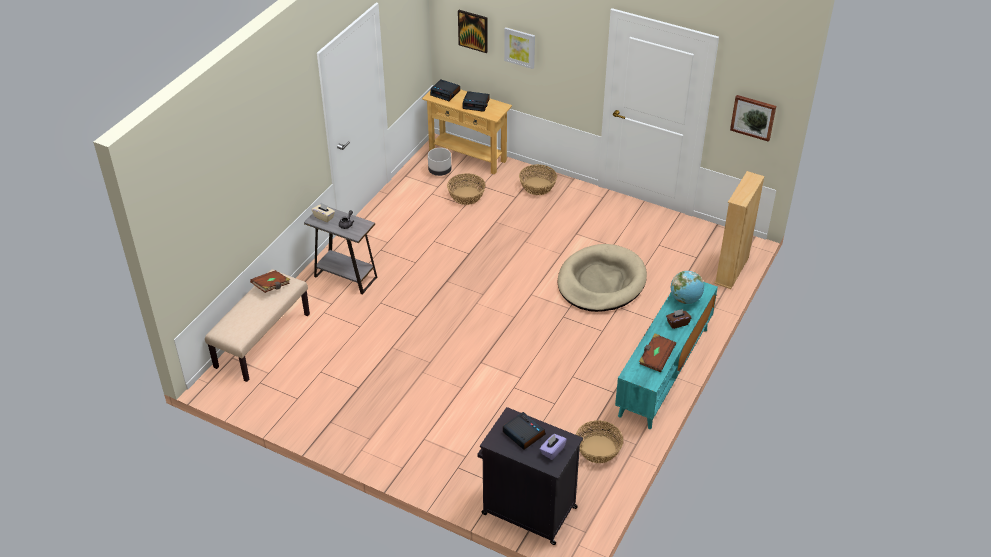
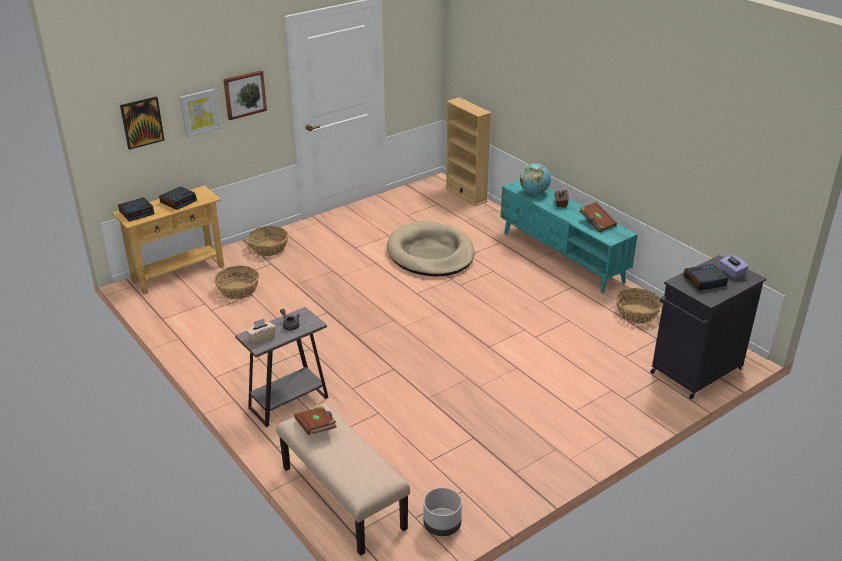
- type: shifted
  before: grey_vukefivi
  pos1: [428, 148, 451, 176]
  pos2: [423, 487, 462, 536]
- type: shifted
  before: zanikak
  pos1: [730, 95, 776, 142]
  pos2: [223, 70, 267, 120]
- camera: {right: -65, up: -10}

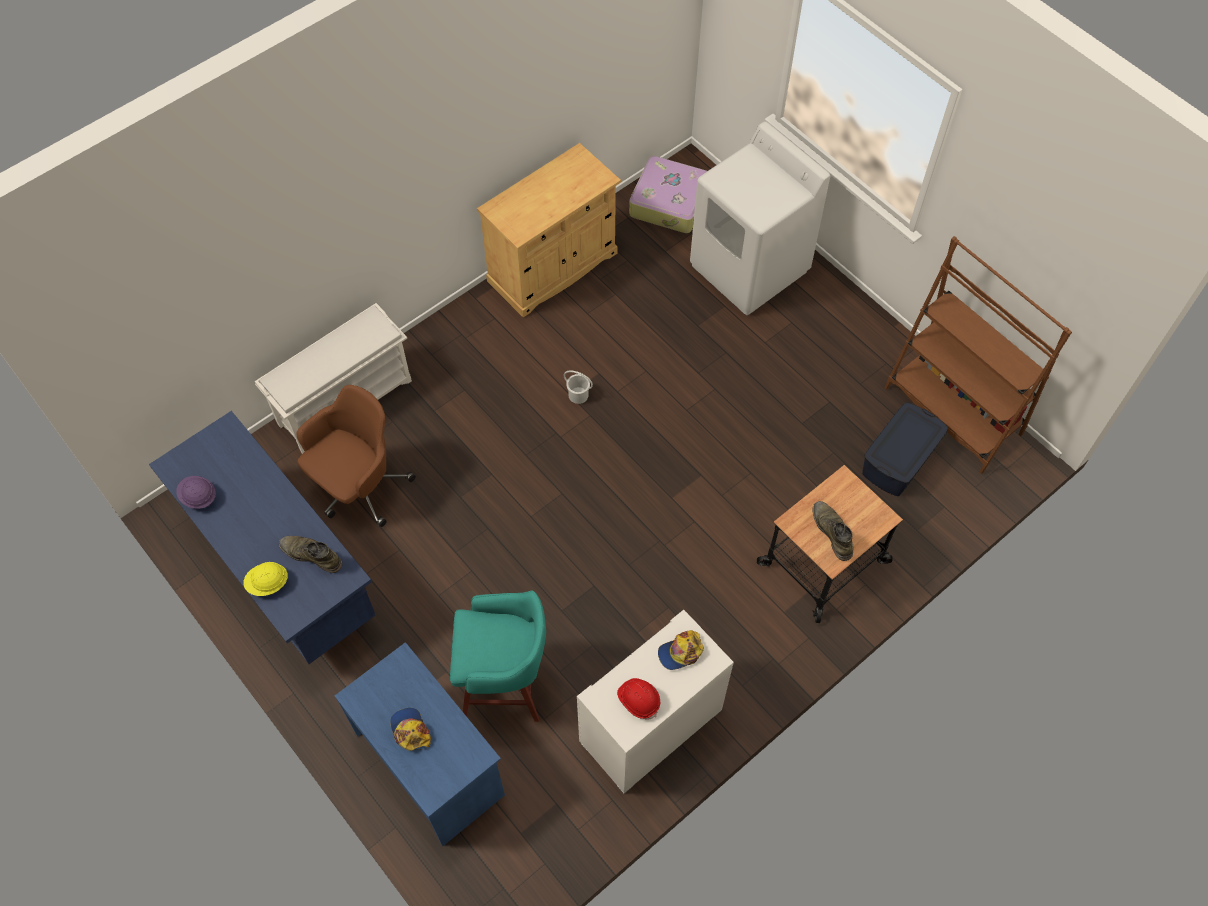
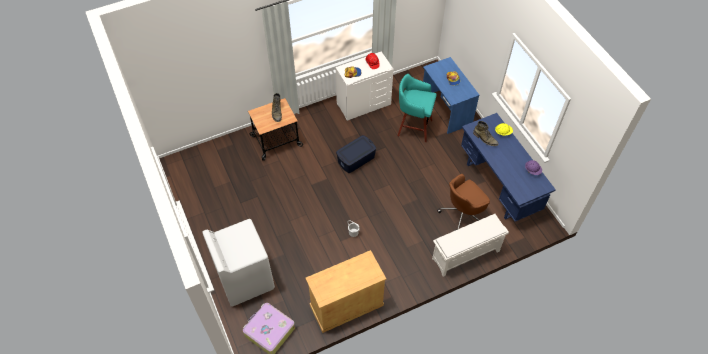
- type: gone
  before: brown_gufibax
  pos1: [884, 236, 1072, 474]
- type: shifted
  before: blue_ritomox
  pos1: [862, 402, 948, 496]
  pos2: [336, 135, 376, 173]
- camera: {right: -165, up: -5}

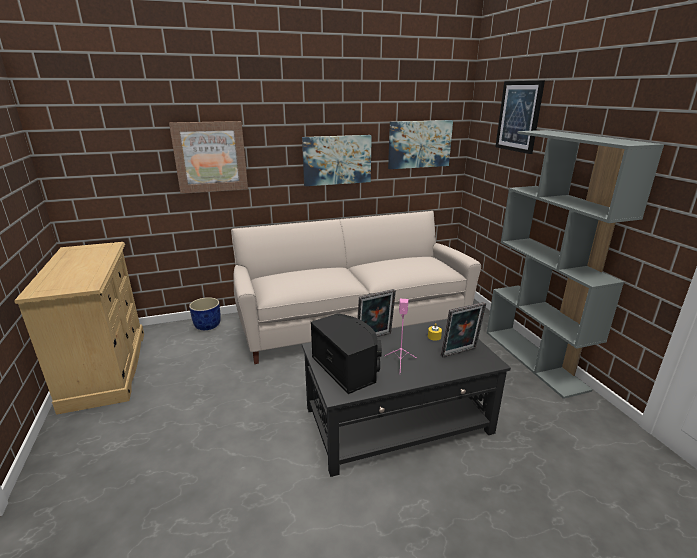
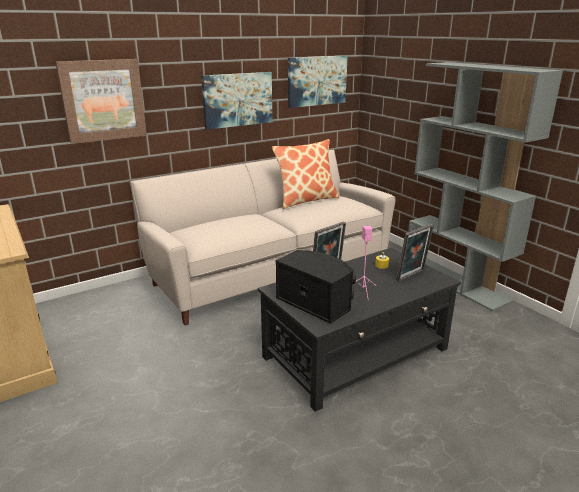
- type: gone
  before: blue_vukefivi
  pos1: [189, 297, 221, 330]
- type: gone
  before: zanikak
  pos1: [495, 80, 545, 154]
- type: new
  after: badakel
  pos2: [272, 139, 339, 209]
- camera: {right: -15, up: 0}

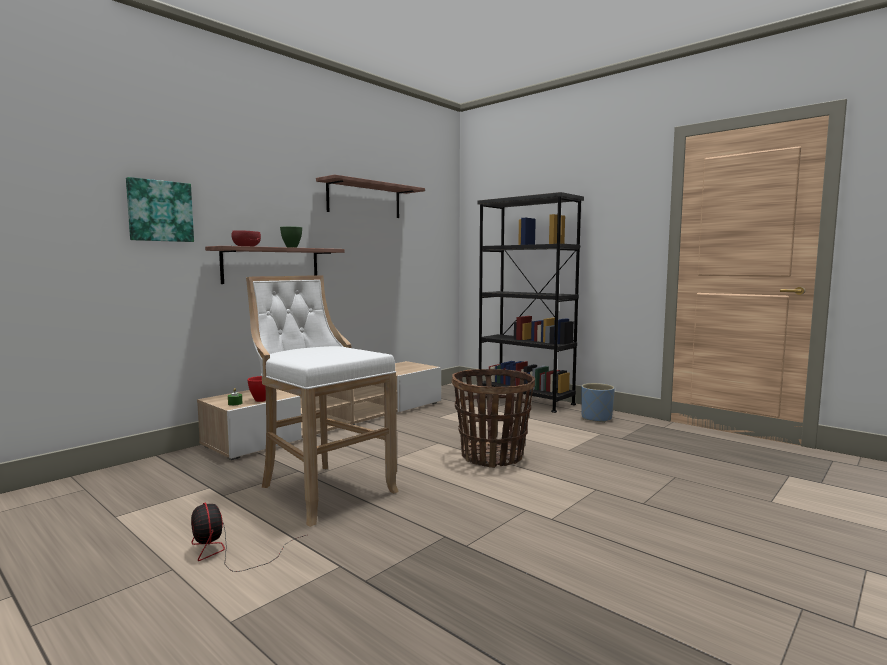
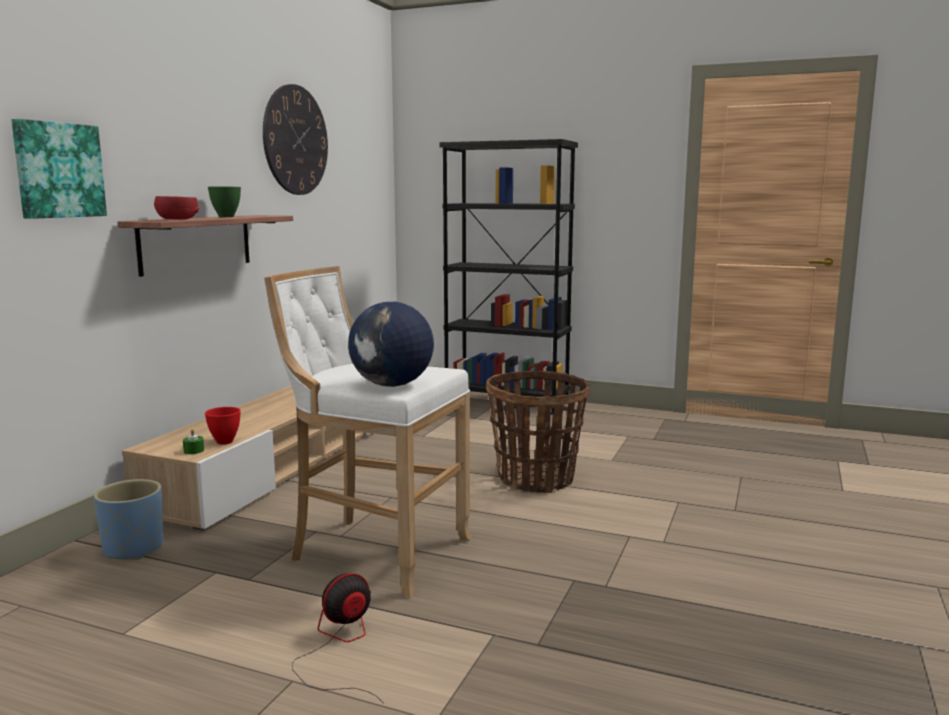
- type: new
  after: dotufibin
  pos2: [348, 302, 434, 387]
- type: shifted
  before: blue_vukefivi
  pos1: [581, 383, 615, 423]
  pos2: [94, 479, 163, 560]
- type: swapped
  before: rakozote
  after: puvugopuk
  pos1: [316, 175, 425, 218]
  pos2: [263, 84, 328, 195]
- type: rotated
  before: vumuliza
  pos1: [191, 503, 306, 572]
  pos2: [292, 573, 384, 704]
  turn: 105
- camera: {right: -20, up: 5}

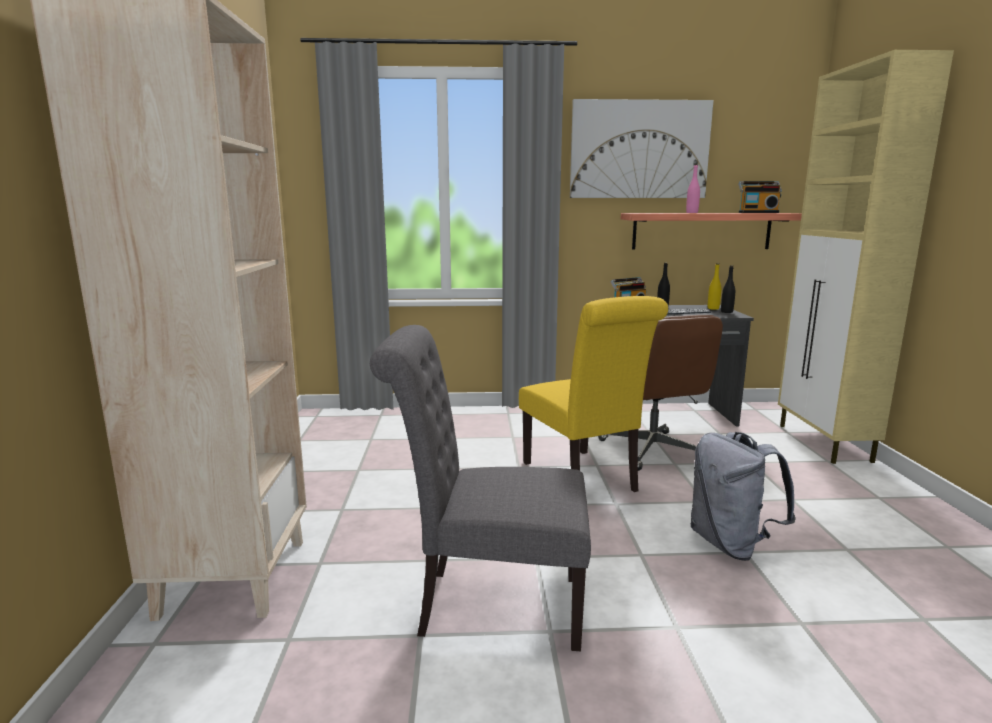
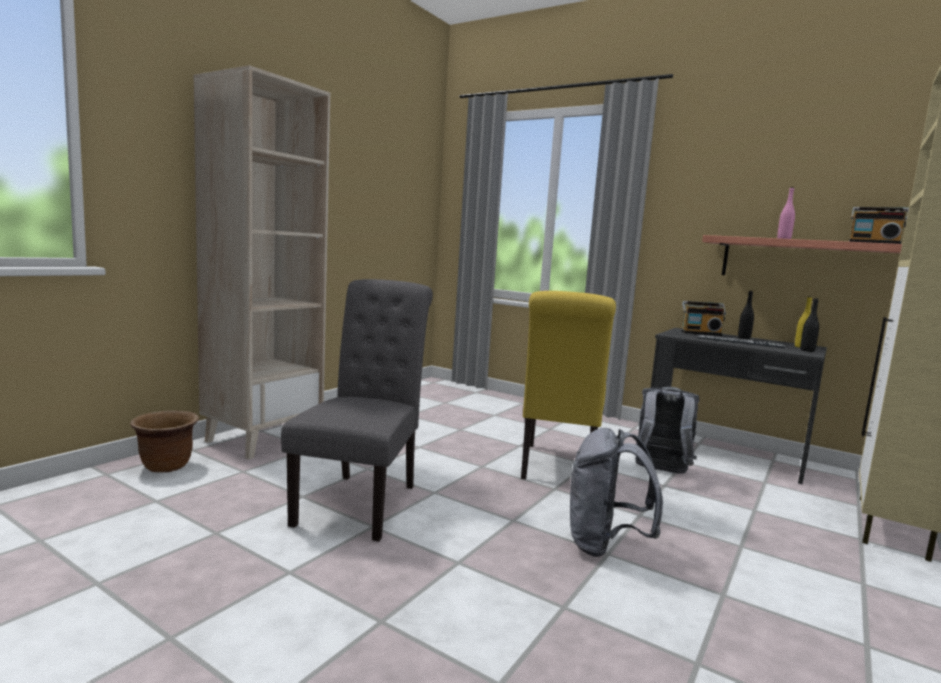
- type: gone
  before: zanikak
  pos1: [570, 99, 714, 198]
- type: new
  after: brown_vukefivi
  pos2: [130, 411, 199, 472]
- type: swapped
  before: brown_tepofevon
  after: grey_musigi
  pos1: [599, 315, 723, 471]
  pos2: [635, 387, 699, 473]
- type: rotated
  before: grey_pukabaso
  pos1: [370, 325, 591, 651]
  pos2: [281, 279, 433, 541]
  turn: 60
- camera: {right: 35, up: -5}

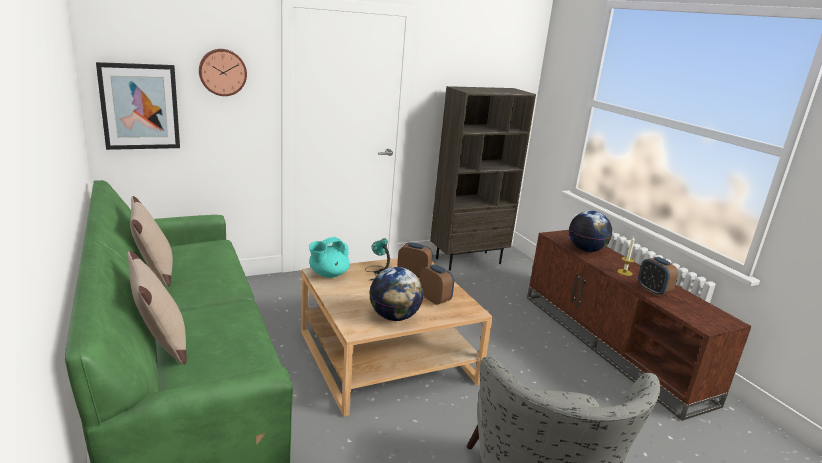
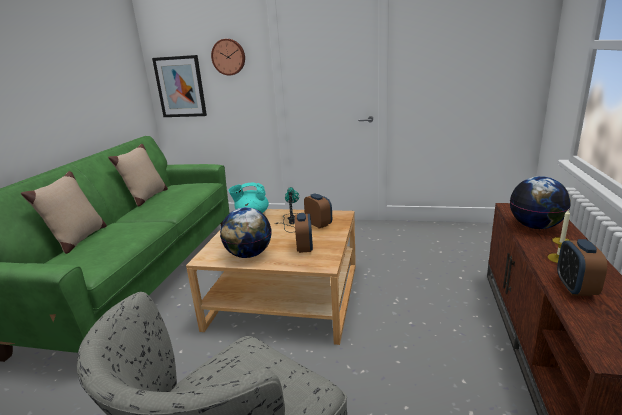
- type: gone
  before: brown_gufibax
  pos1: [430, 86, 536, 271]
- camera: {right: 40, up: 0}

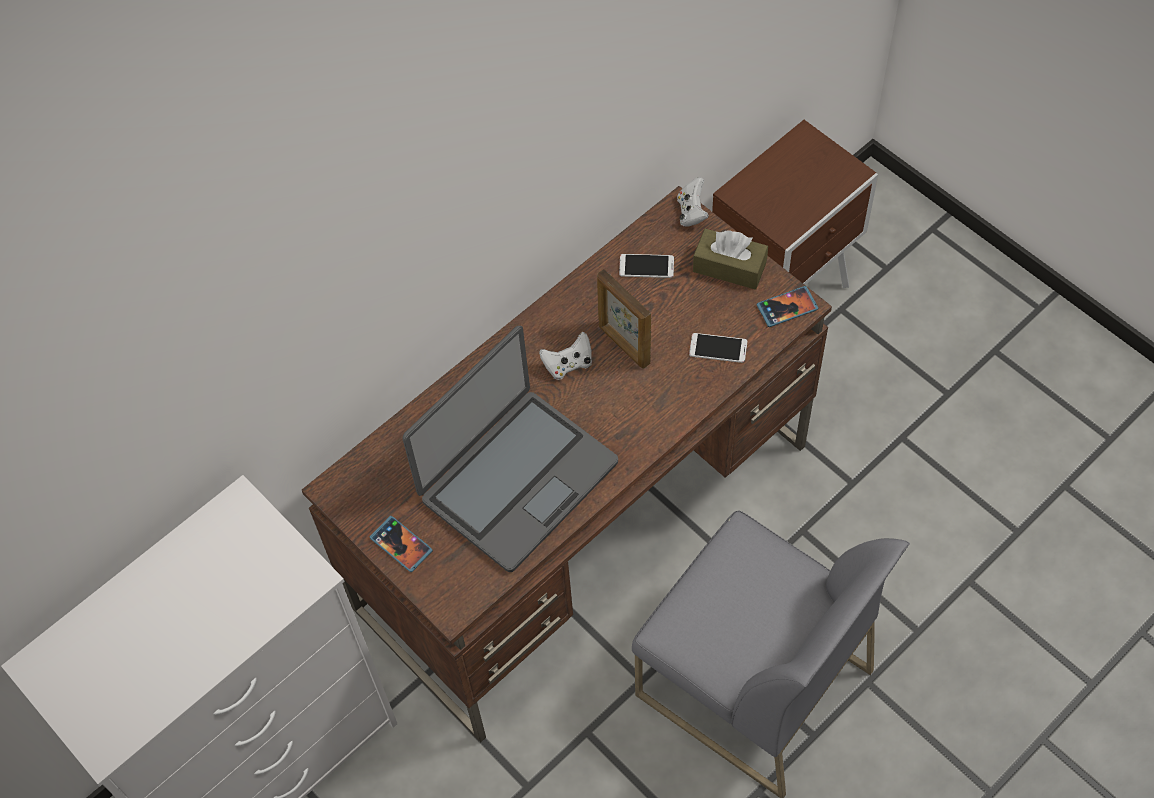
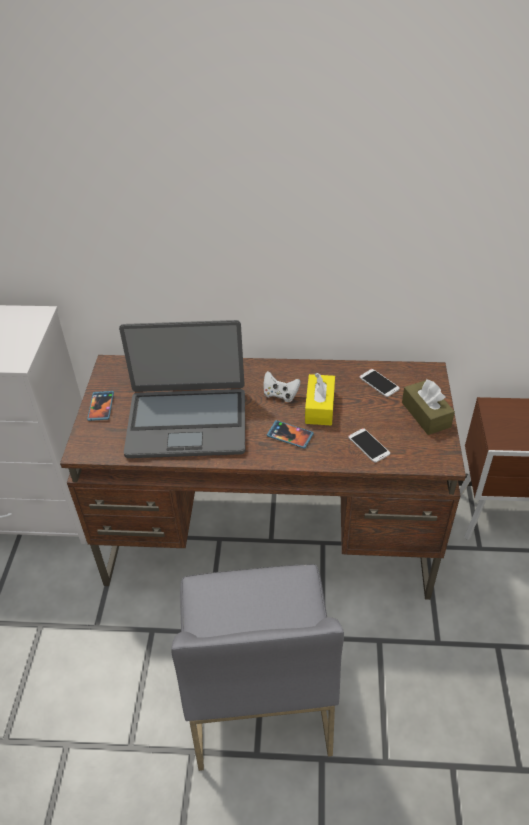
- type: gone
  before: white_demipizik
  pos1: [677, 177, 709, 227]
- type: shifted
  before: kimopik
  pos1: [757, 286, 818, 327]
  pos2: [267, 420, 314, 449]
- type: swapped
  before: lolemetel
  after: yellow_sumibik
  pos1: [597, 269, 651, 369]
  pos2: [305, 373, 335, 425]
- camera: {right: 45, up: -15}

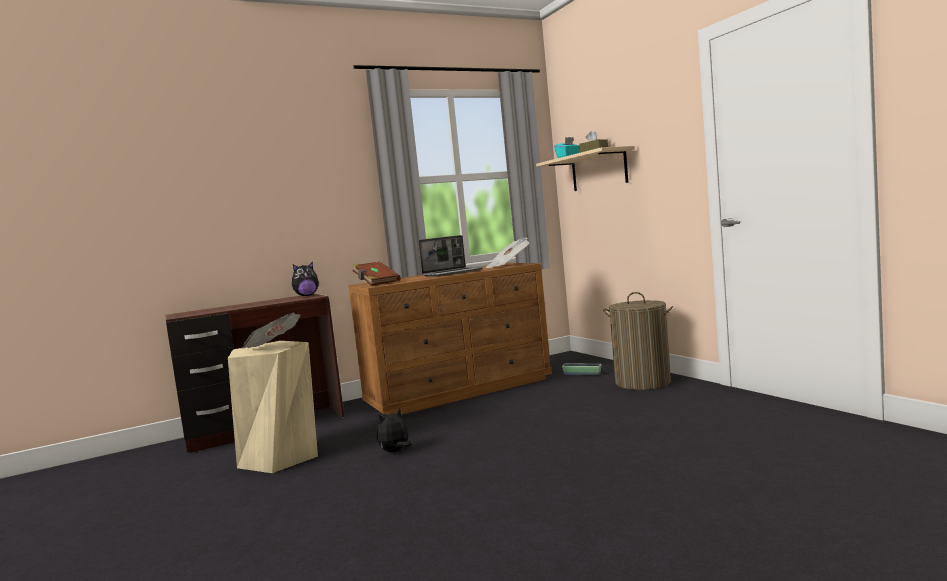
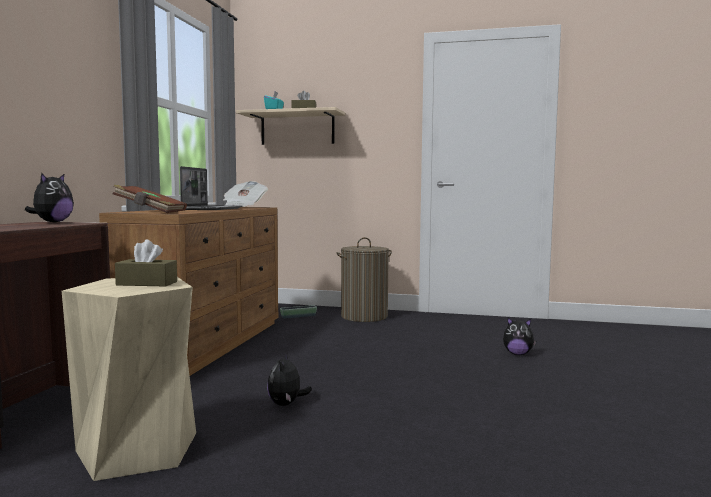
- type: new
  after: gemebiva
  pos2: [503, 318, 537, 355]
- type: swapped
  before: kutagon
  after: brown_sumibik
  pos1: [242, 313, 301, 348]
  pos2: [115, 239, 177, 286]
- camera: {right: -50, up: 0}

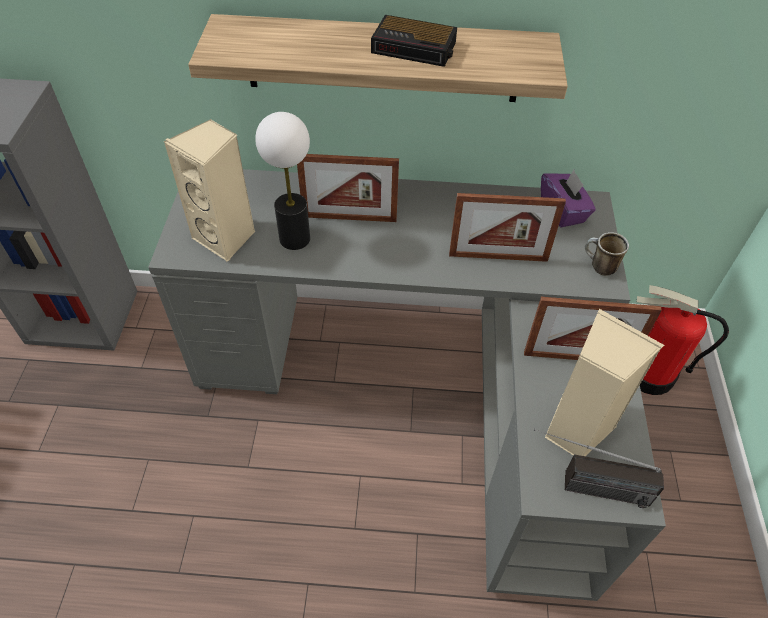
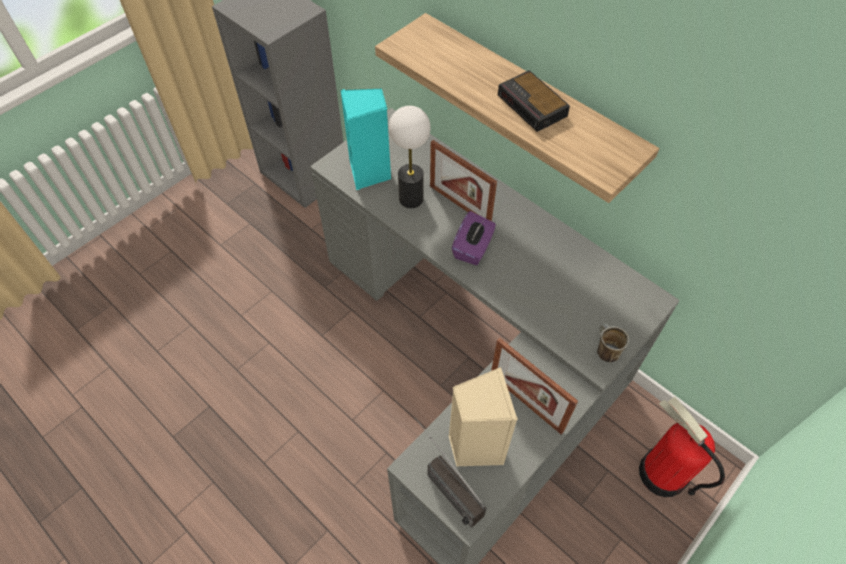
- type: gone
  before: lolemetel
  pos1: [449, 193, 566, 262]
- type: shifted
  before: purple_sumibik
  pos1: [541, 170, 596, 228]
  pos2: [452, 211, 496, 265]
- type: repainted
  before: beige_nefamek
  after: turquoise_nefamek
  pos1: [164, 119, 255, 262]
  pos2: [341, 89, 391, 190]
- camera: {right: 40, up: 5}

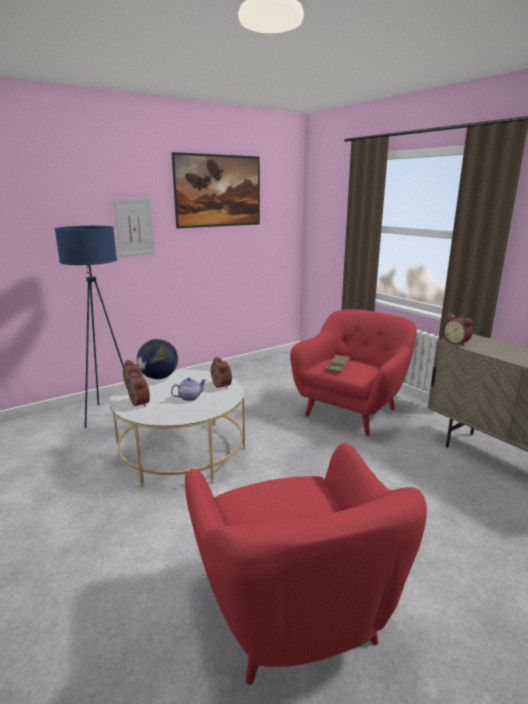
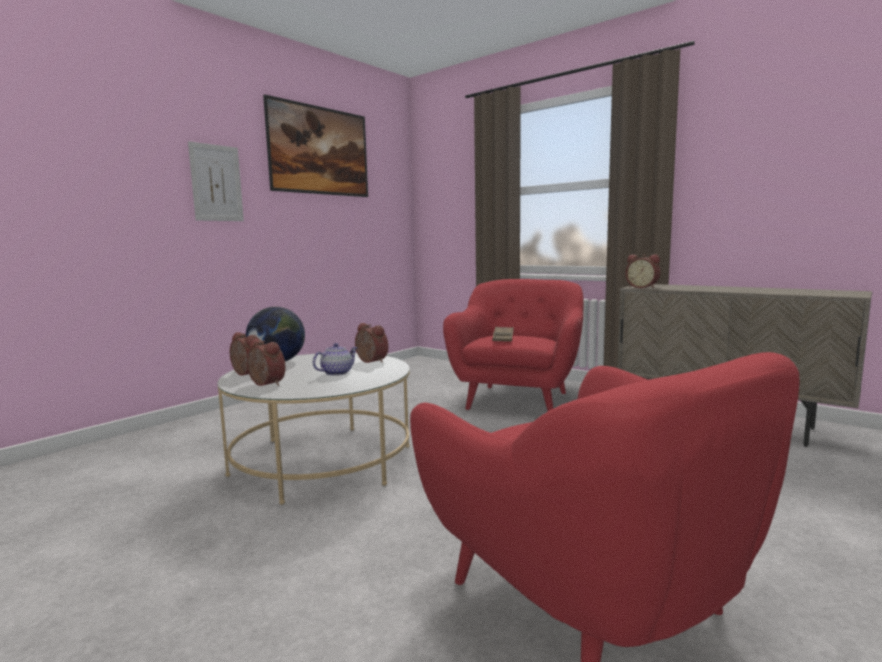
- type: gone
  before: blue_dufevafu
  pos1: [55, 226, 124, 428]
- camera: {right: -15, up: -10}

